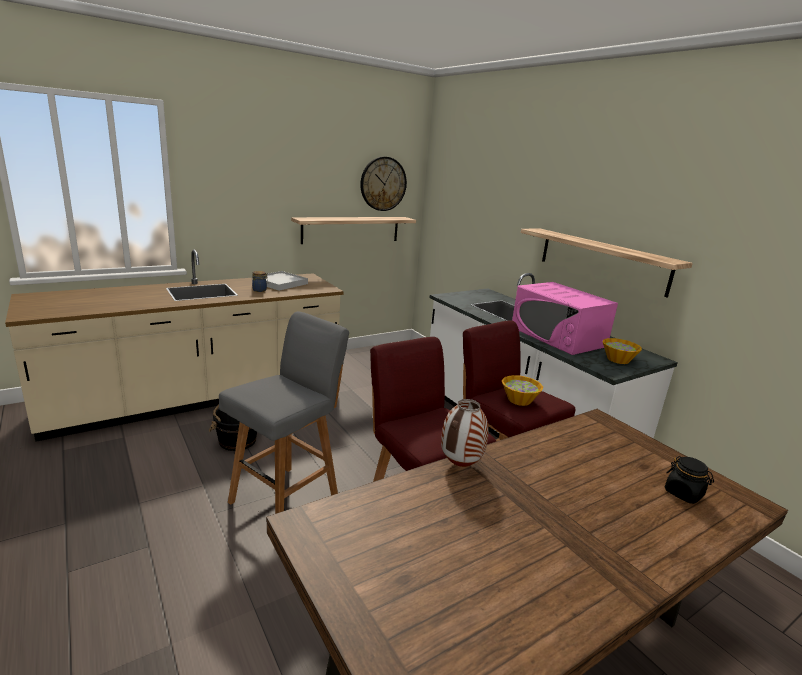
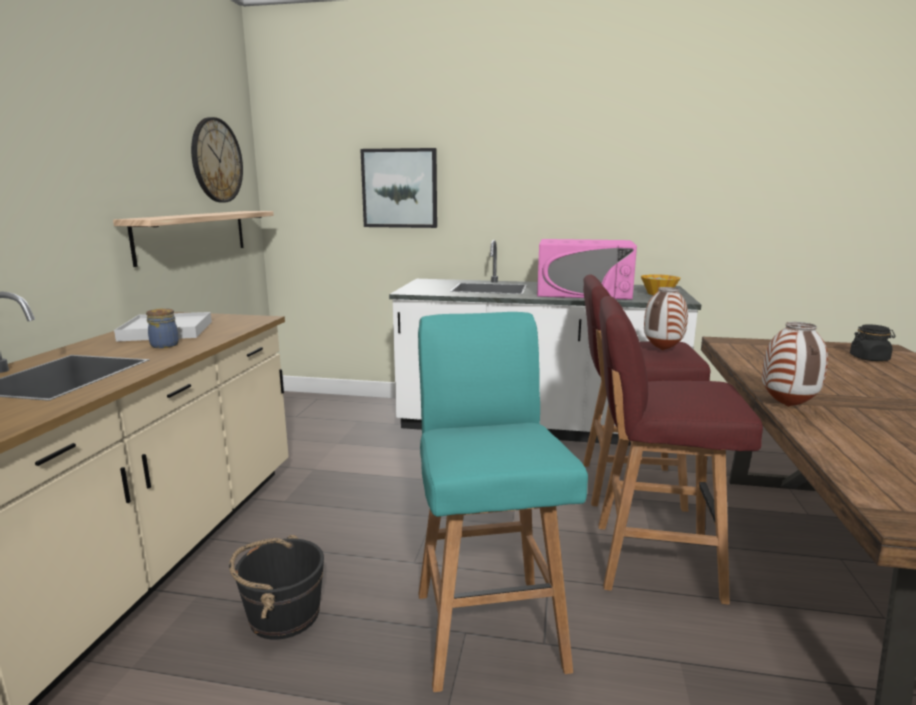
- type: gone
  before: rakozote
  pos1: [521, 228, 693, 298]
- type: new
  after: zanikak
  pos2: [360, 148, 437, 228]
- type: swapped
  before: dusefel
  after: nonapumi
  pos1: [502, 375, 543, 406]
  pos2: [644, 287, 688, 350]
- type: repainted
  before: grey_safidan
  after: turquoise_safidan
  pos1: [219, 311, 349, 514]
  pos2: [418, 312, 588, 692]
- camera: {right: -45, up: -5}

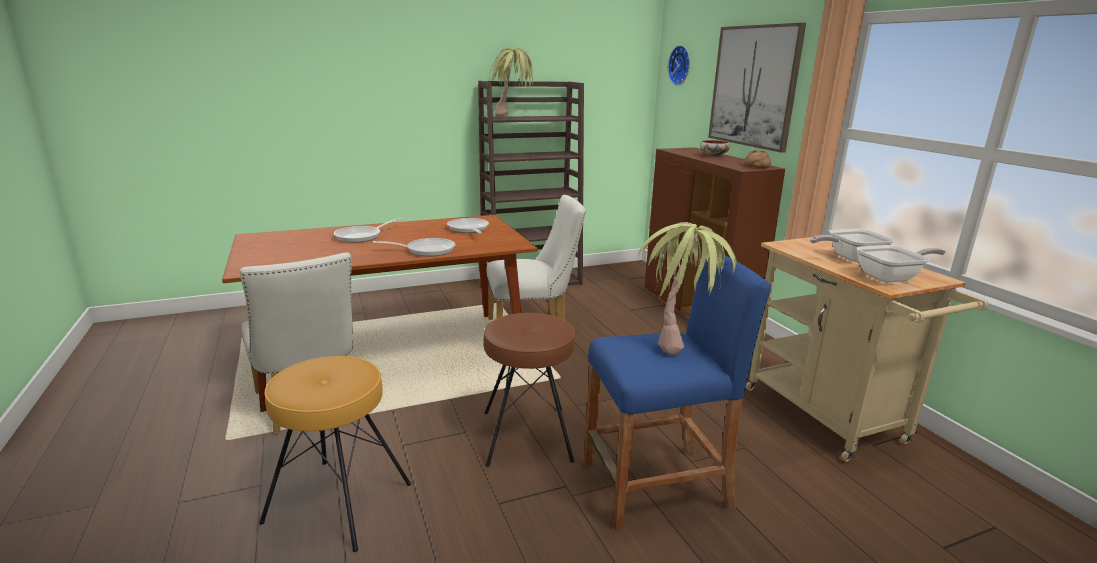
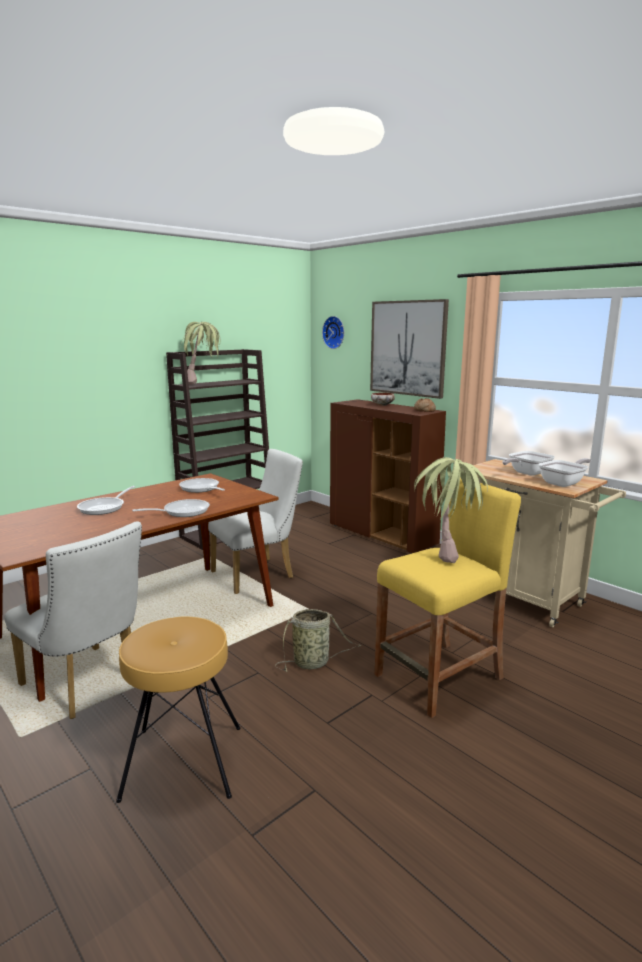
- type: swapped
  before: brown_safidan
  after: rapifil
  pos1: [483, 313, 575, 467]
  pos2: [275, 609, 362, 672]
- type: repainted
  before: blue_safidan
  after: yellow_safidan
  pos1: [584, 255, 771, 531]
  pos2: [375, 477, 521, 718]
- camera: {right: -20, up: -5}

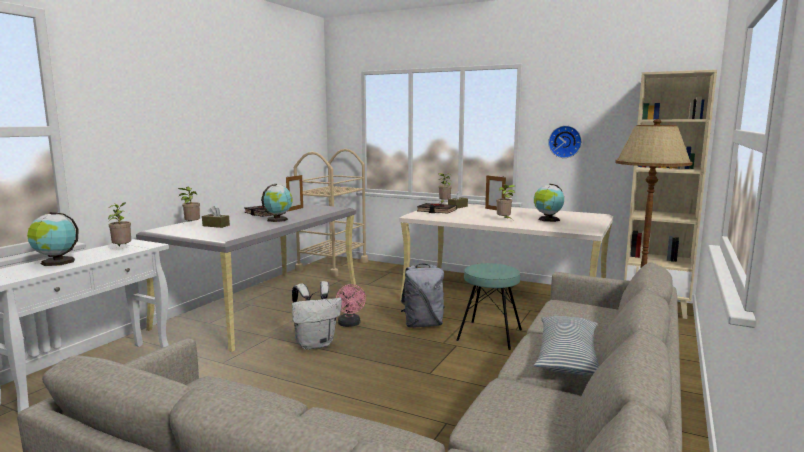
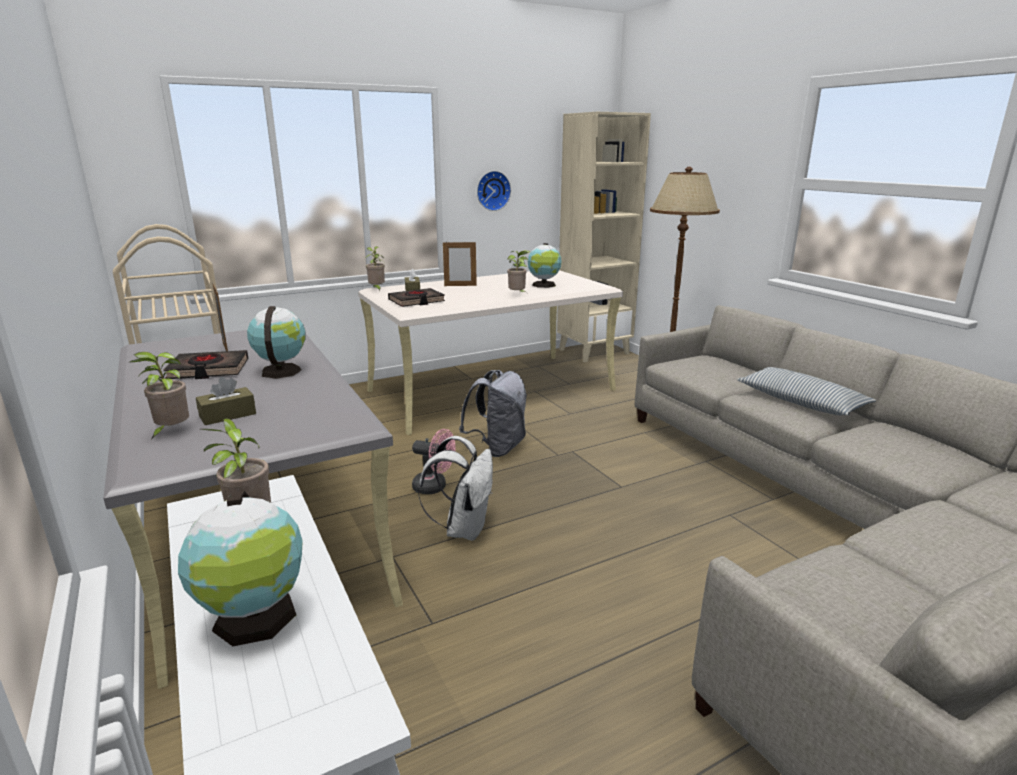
- type: gone
  before: turquoise_safidan
  pos1: [456, 263, 522, 350]
- camera: {right: -55, up: 10}

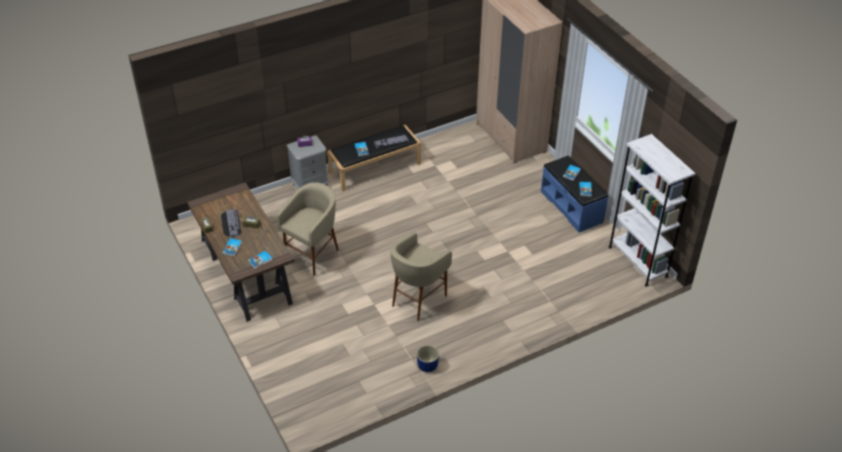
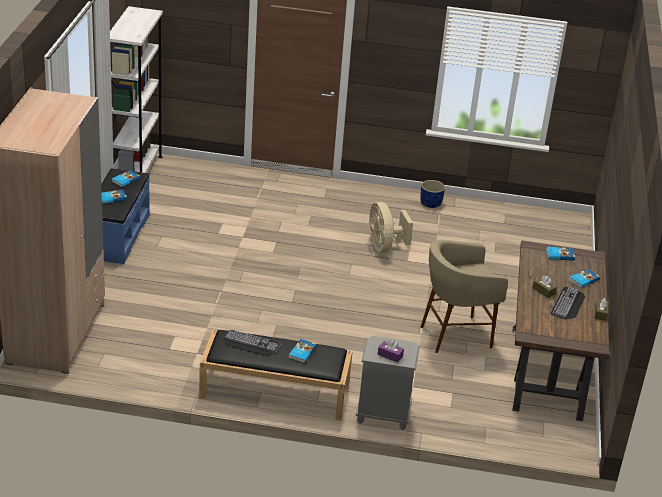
- type: swapped
  before: beige_safidan
  after: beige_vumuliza
  pos1: [390, 232, 452, 321]
  pos2: [368, 202, 413, 252]
- camera: {right: -145, up: -10}

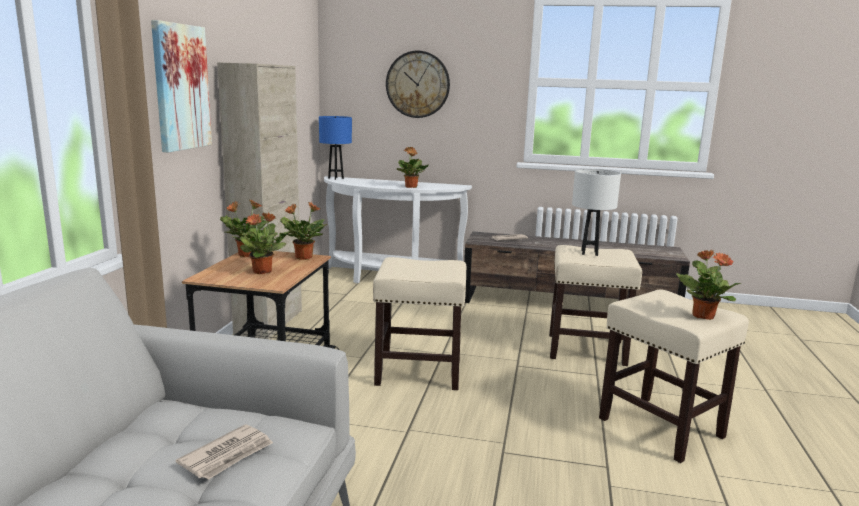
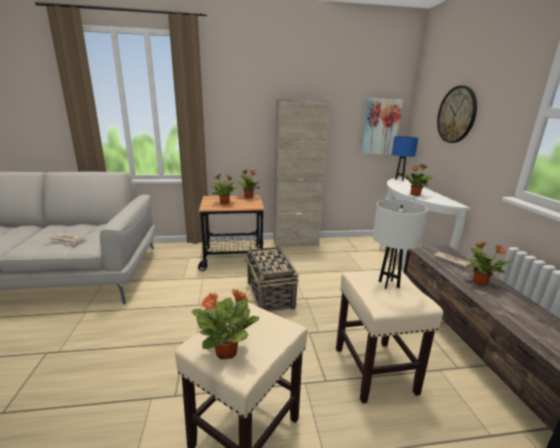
- type: shifted
  before: zanikak
  pos1: [151, 20, 212, 152]
  pos2: [362, 98, 403, 154]
- type: shifted
  before: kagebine
  pos1: [280, 202, 327, 260]
  pos2: [464, 241, 510, 285]
- type: swapped
  before: beige_safidan
  after: rapifil
  pos1: [373, 257, 466, 390]
  pos2: [246, 247, 299, 311]
- camera: {right: 70, up: 5}

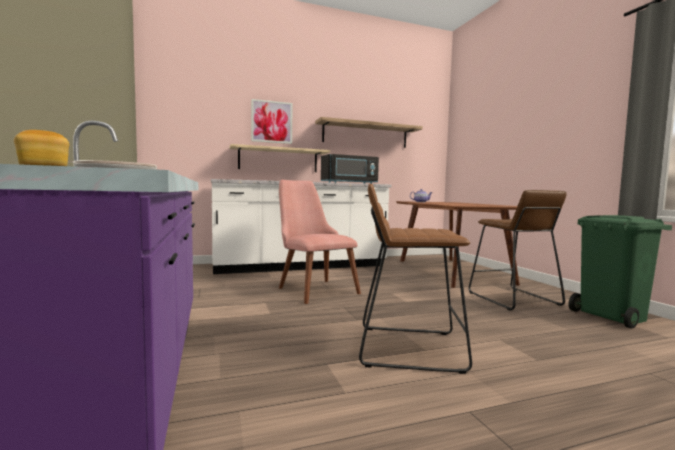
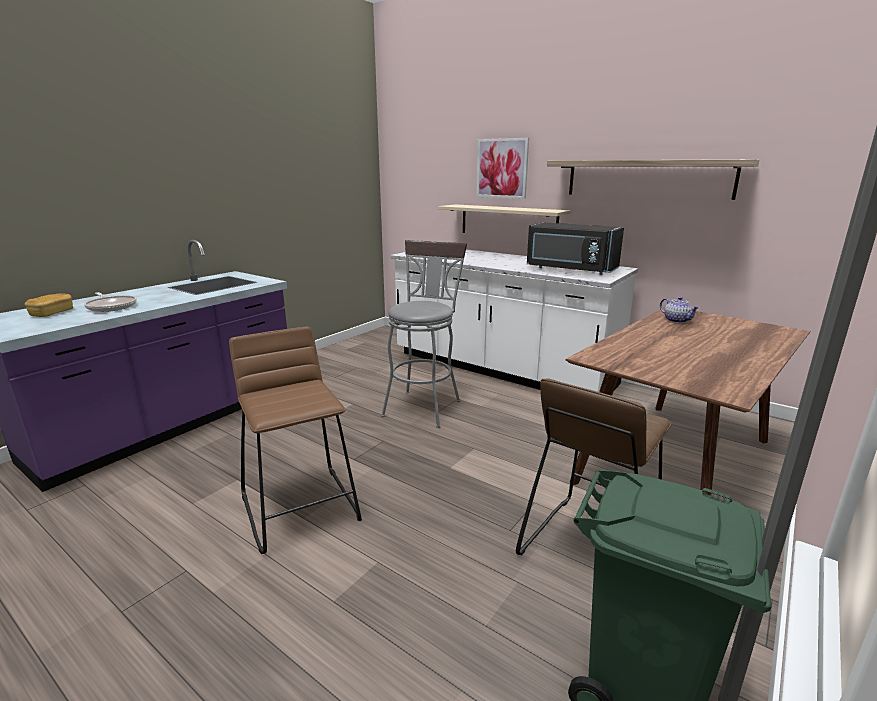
- type: swapped
  before: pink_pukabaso
  after: grey_safidan
  pos1: [279, 180, 361, 304]
  pos2: [381, 240, 467, 428]
- camera: {right: 55, up: 15}

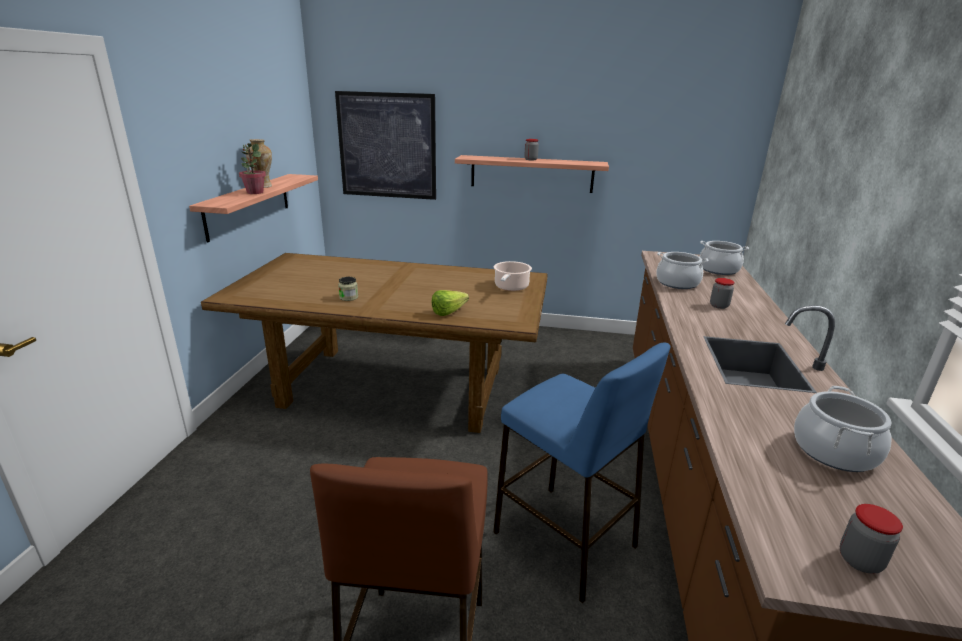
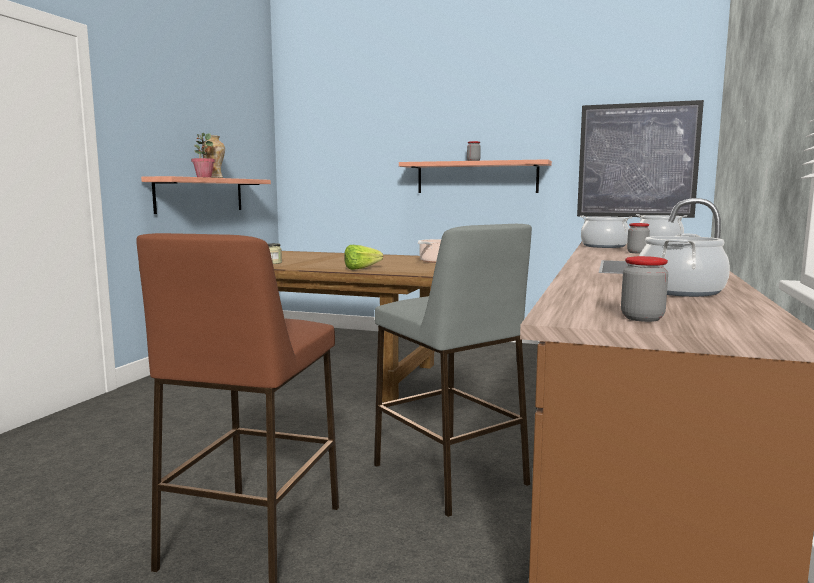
- type: shifted
  before: zanikak
  pos1: [335, 91, 436, 200]
  pos2: [577, 100, 704, 218]
- type: repainted
  before: blue_safidan
  after: grey_safidan
  pos1: [493, 342, 670, 603]
  pos2: [374, 224, 532, 517]
- camera: {right: 10, up: -15}

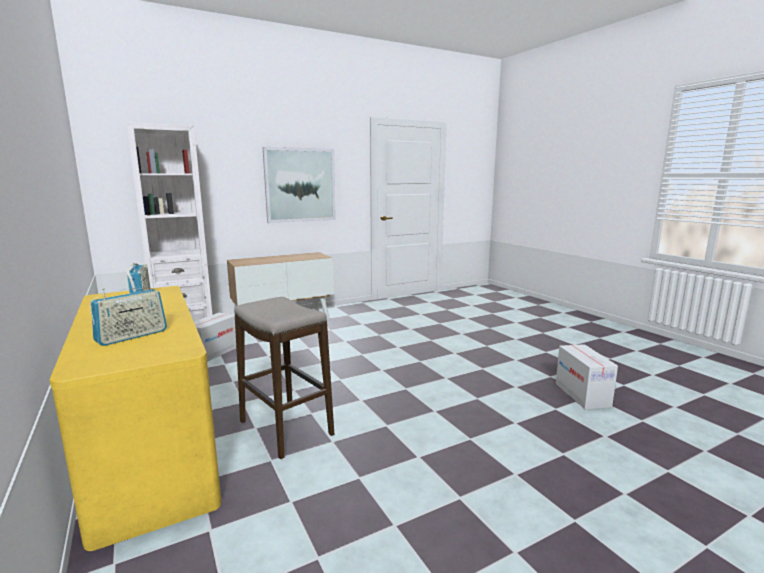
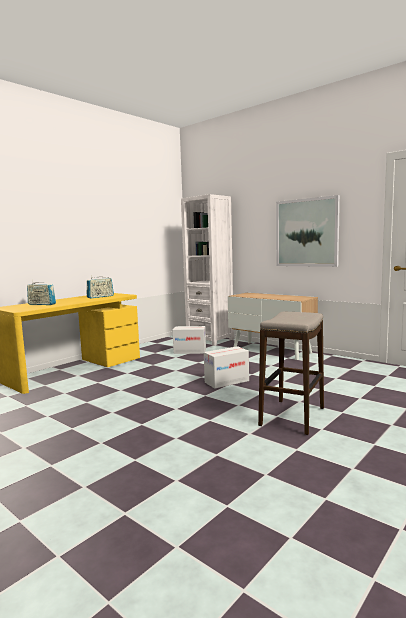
- type: shifted
  before: safidan
  pos1: [234, 297, 334, 459]
  pos2: [258, 312, 324, 435]
- type: shifted
  before: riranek
  pos1: [556, 344, 618, 409]
  pos2: [204, 346, 249, 389]
- camera: {right: 70, up: -5}

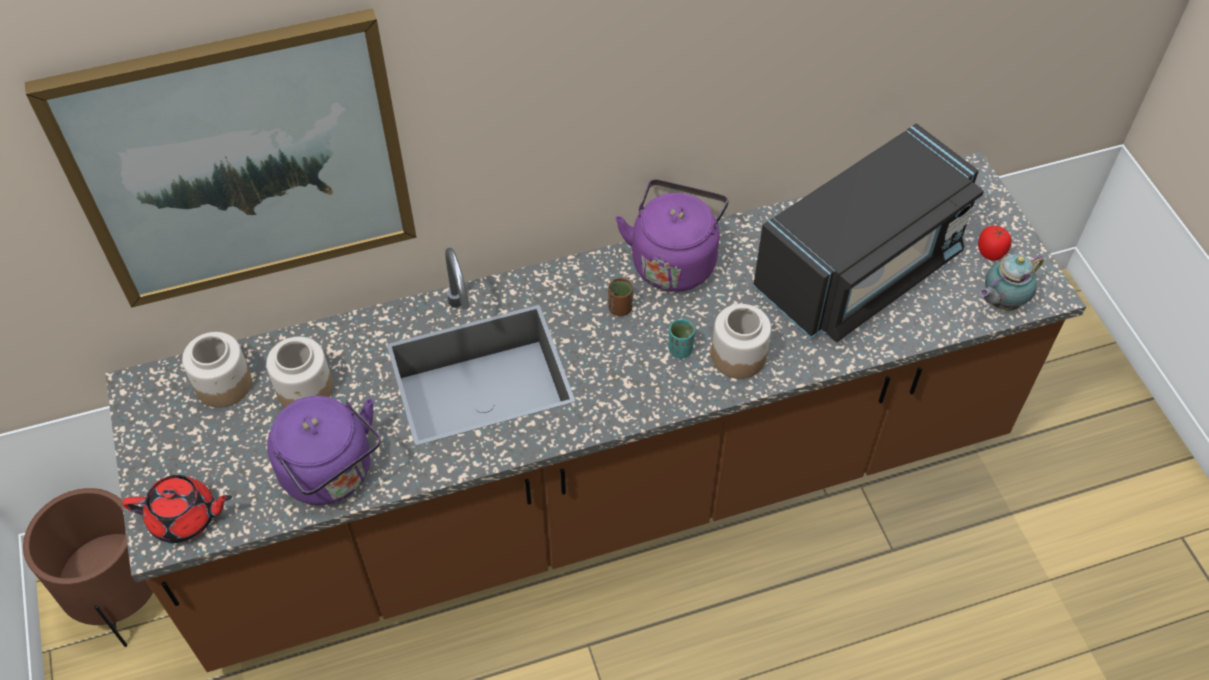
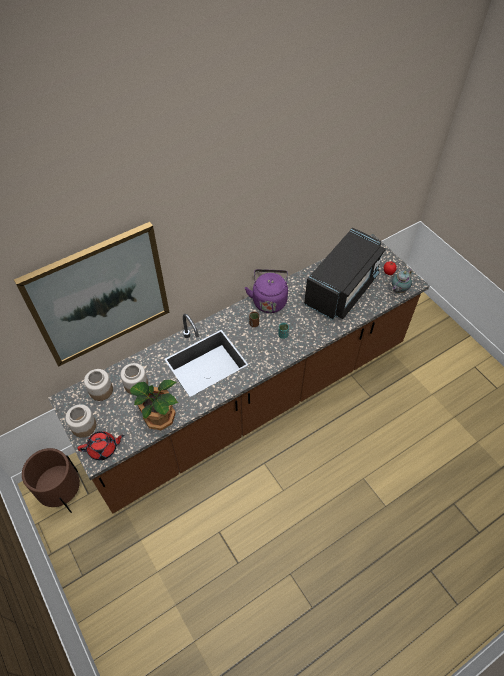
- type: shifted
  before: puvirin
  pos1: [711, 304, 771, 379]
  pos2: [65, 404, 96, 438]
- type: swapped
  before: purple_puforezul
  after: kagebine
  pos1: [267, 396, 381, 505]
  pos2: [130, 380, 178, 430]
- camera: {right: -15, up: 0}

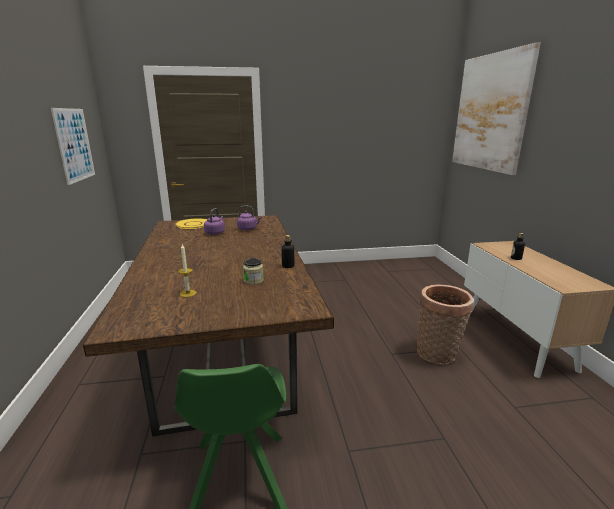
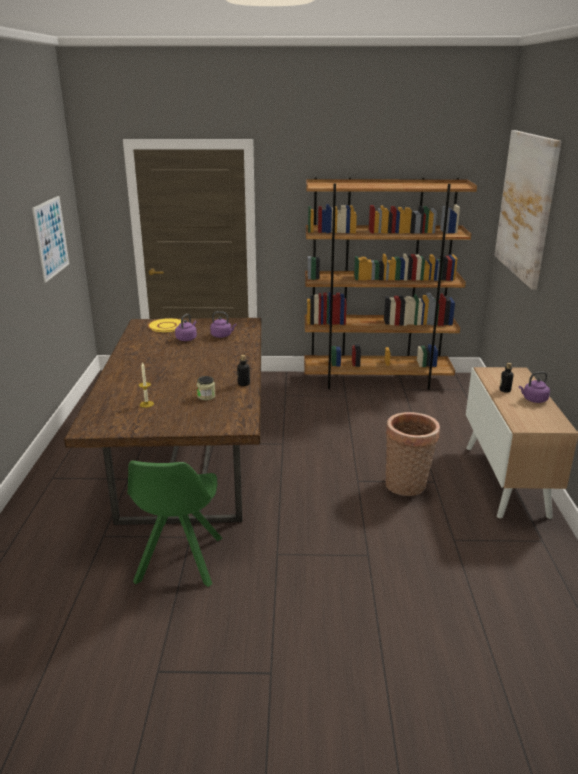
- type: new
  after: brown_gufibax
  pos2: [304, 177, 477, 390]
- type: new
  after: purple_puforezul
  pos2: [519, 372, 550, 403]
- camera: {right: 10, up: 5}

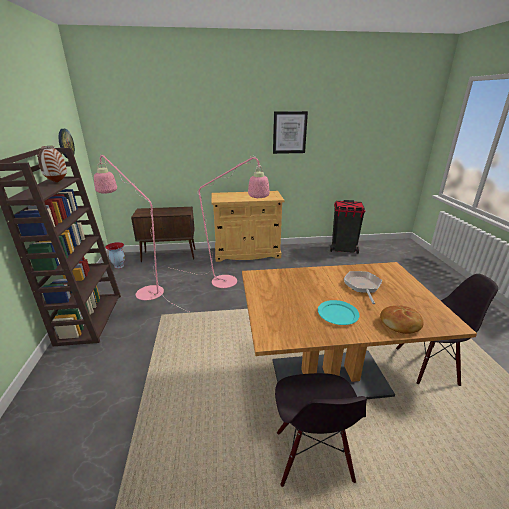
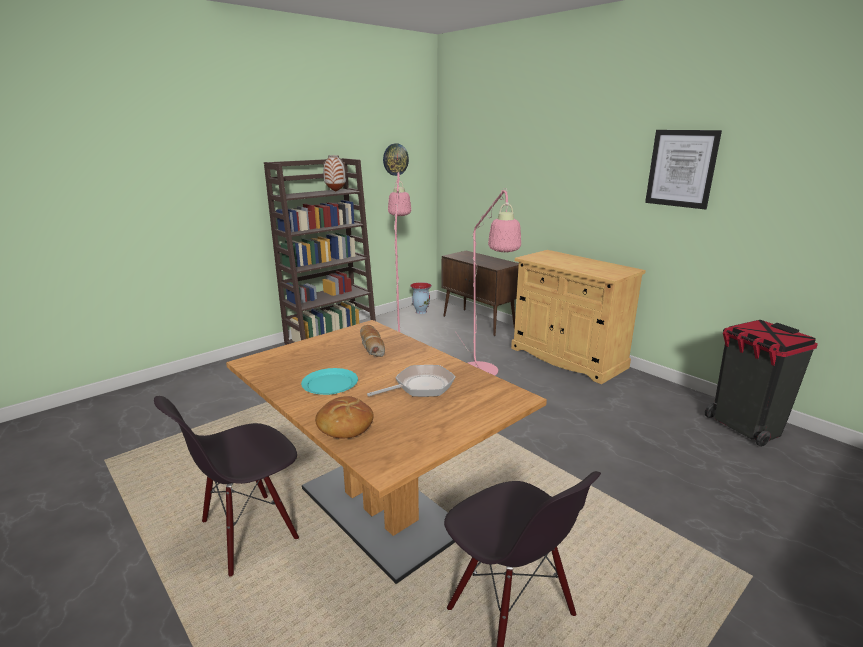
- type: new
  after: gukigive
  pos2: [360, 325, 385, 357]
- camera: {right: 55, up: -5}

